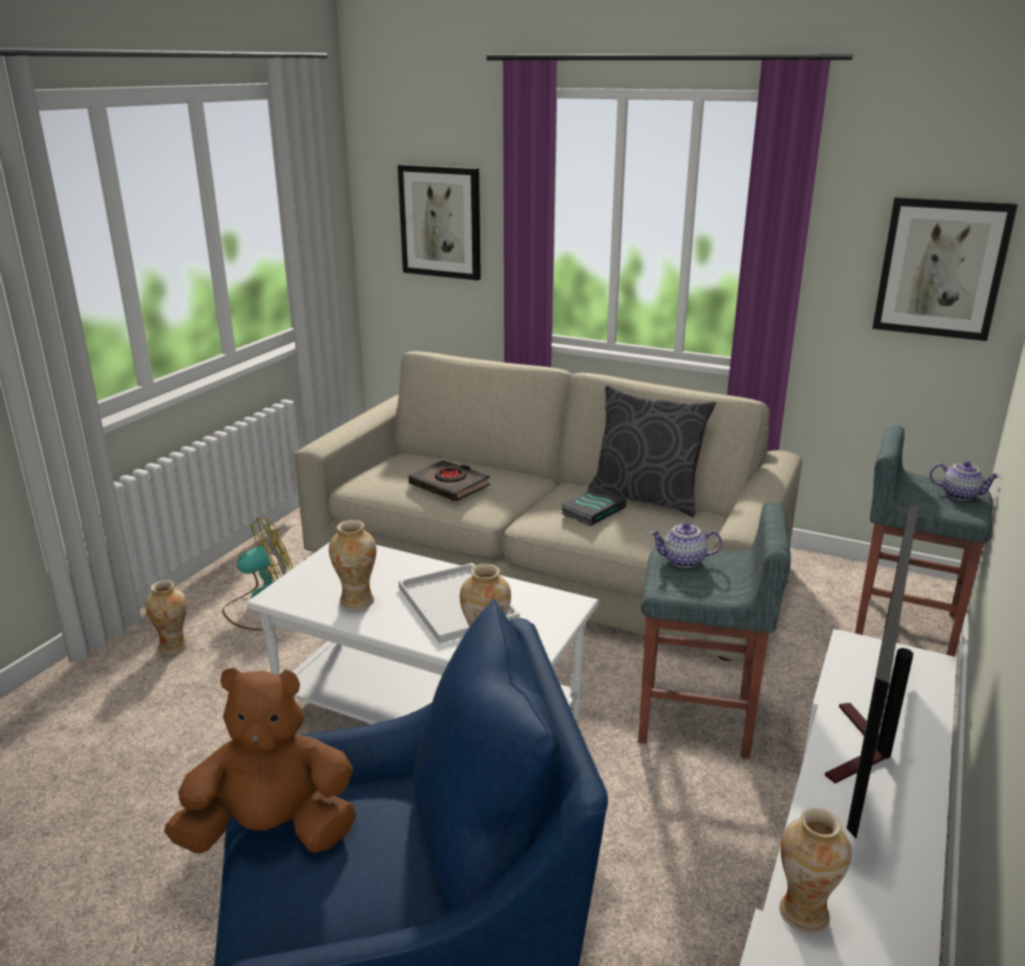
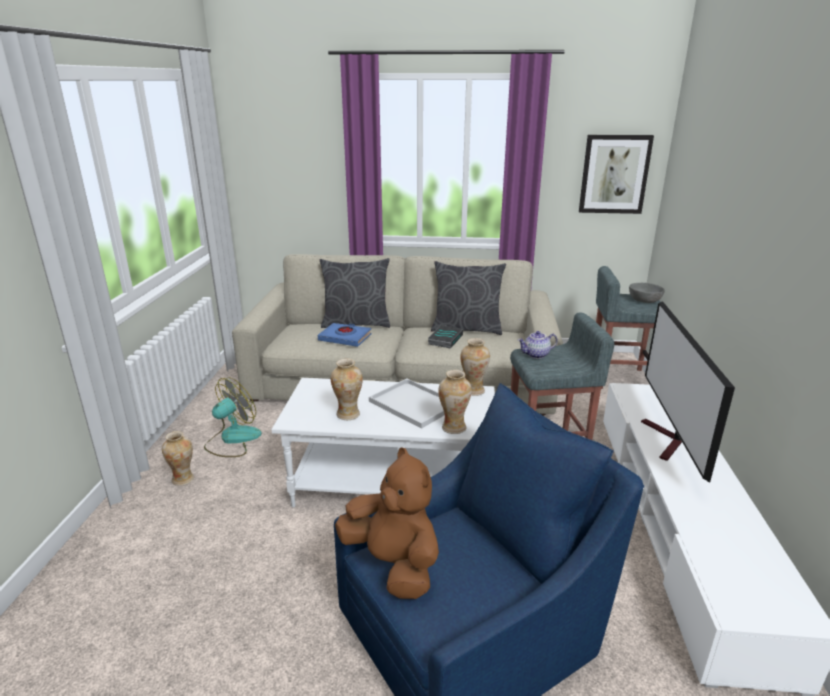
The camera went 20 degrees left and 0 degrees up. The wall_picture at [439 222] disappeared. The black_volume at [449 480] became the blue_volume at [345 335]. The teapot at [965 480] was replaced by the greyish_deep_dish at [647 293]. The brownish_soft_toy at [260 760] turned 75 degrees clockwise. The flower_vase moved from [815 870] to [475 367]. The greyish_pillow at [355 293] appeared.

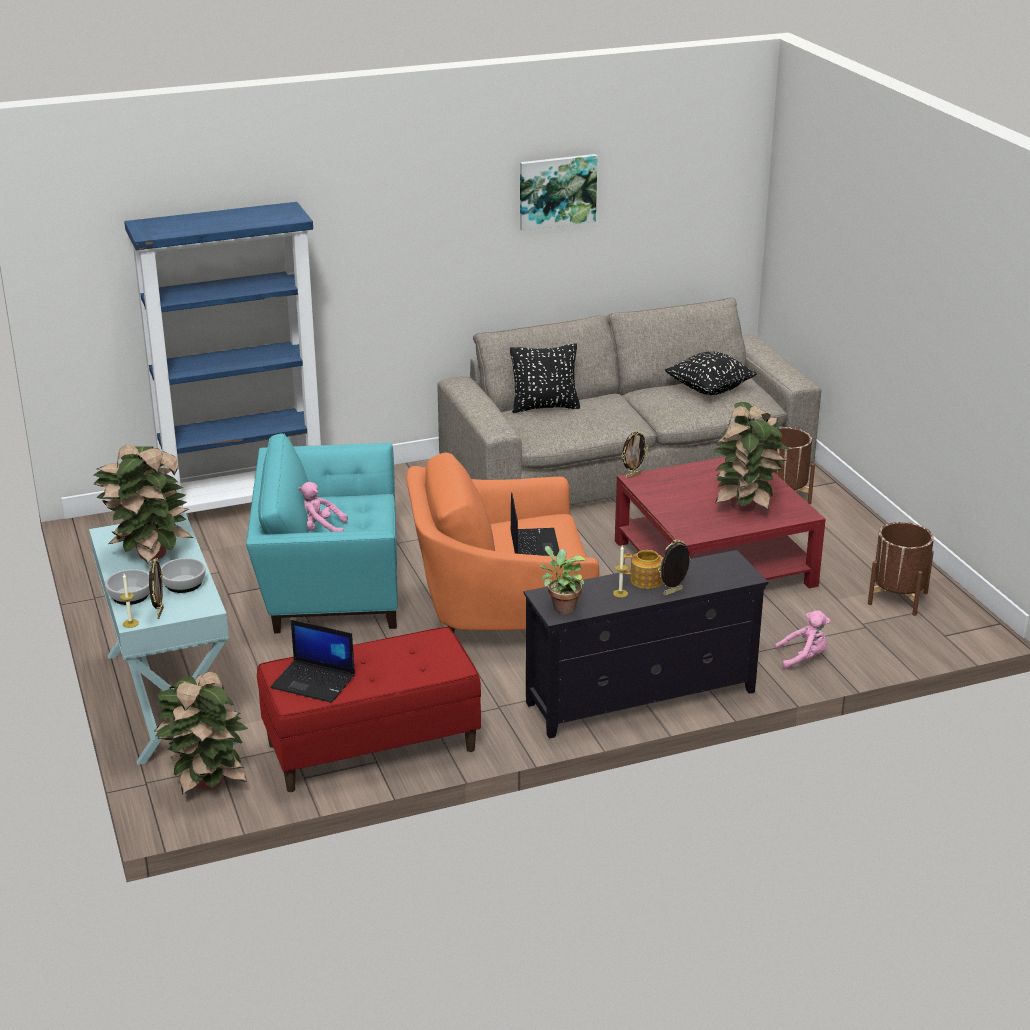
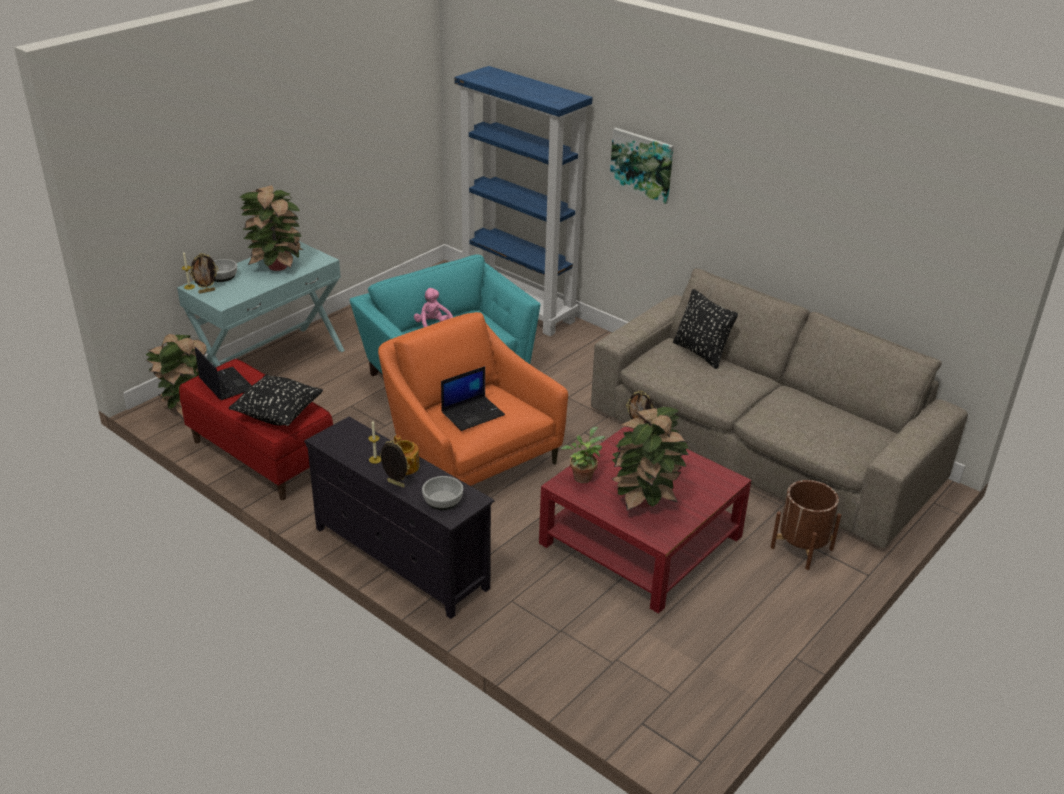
The camera went 60 degrees right and 5 degrees up. The wall_picture moved from [559 192] to [641 166]. The black_pillow moved from [711 373] to [276 400]. The brownish_planter at [901 569] disappeared. The plant_in_a_pot moved from [563 580] to [583 455]. The deep_dish moved from [183 575] to [442 493]. The pink_soft_toy at [802 640] disappeared. The laptop at [312 661] turned 150 degrees clockwise.

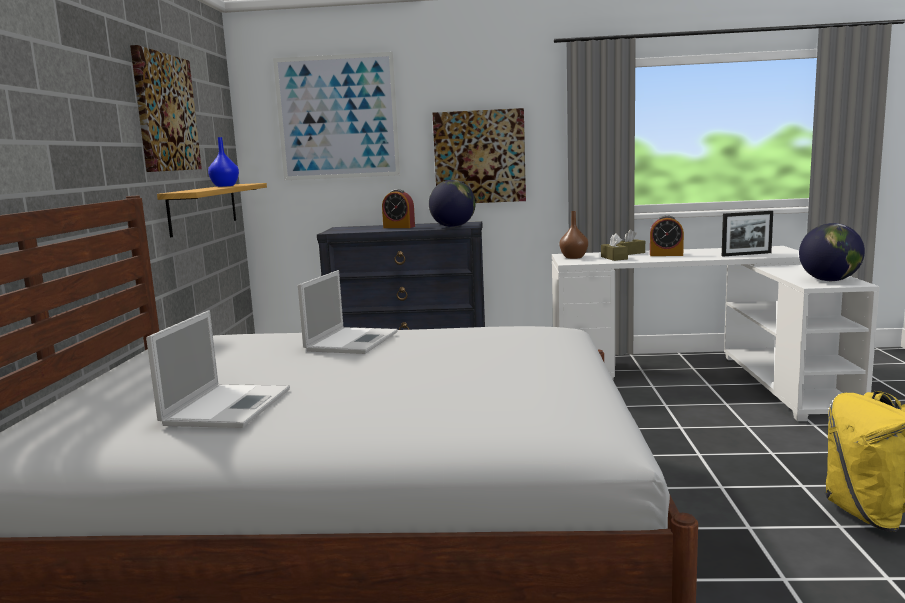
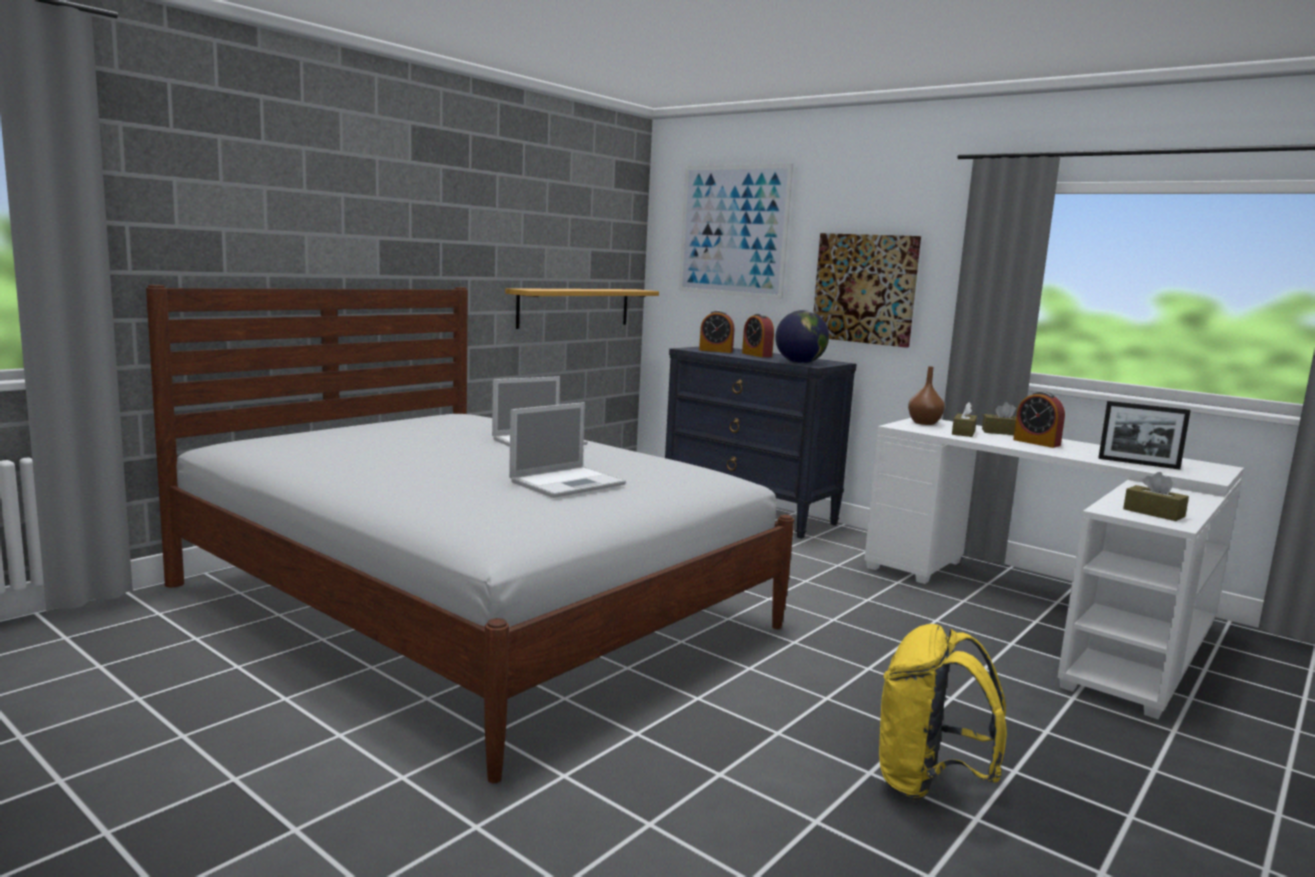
The camera went 35 degrees right and 0 degrees up. The wall_picture at [166 108] disappeared. The blue_flower_vase at [223 162] disappeared. The world_globe at [832 252] was replaced by the brownish_tissue_holder at [1156 496]. The laptop moved from [218 369] to [567 450]. The alarm_clock at [716 331] appeared.

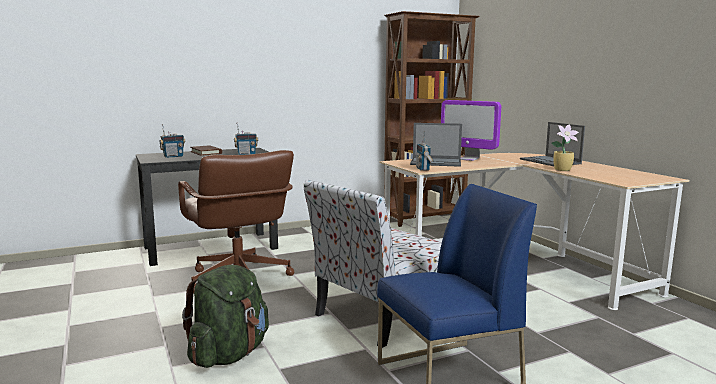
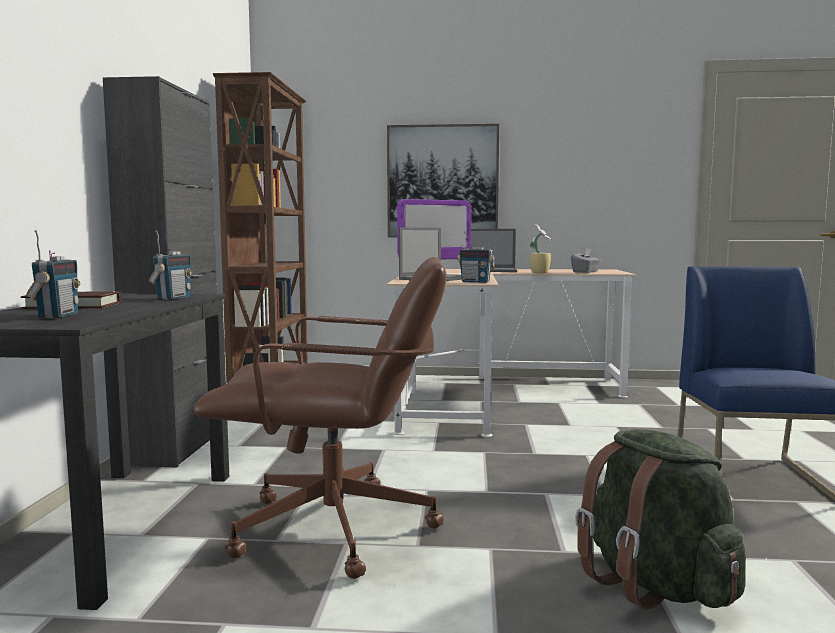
The camera went 60 degrees left and 5 degrees down. The upright_chair at [372 264] disappeared. The black_storage_cabinet at [160 271] appeared. The wall_picture at [443 181] appeared. The greyish_tissue_holder at [586 260] appeared.

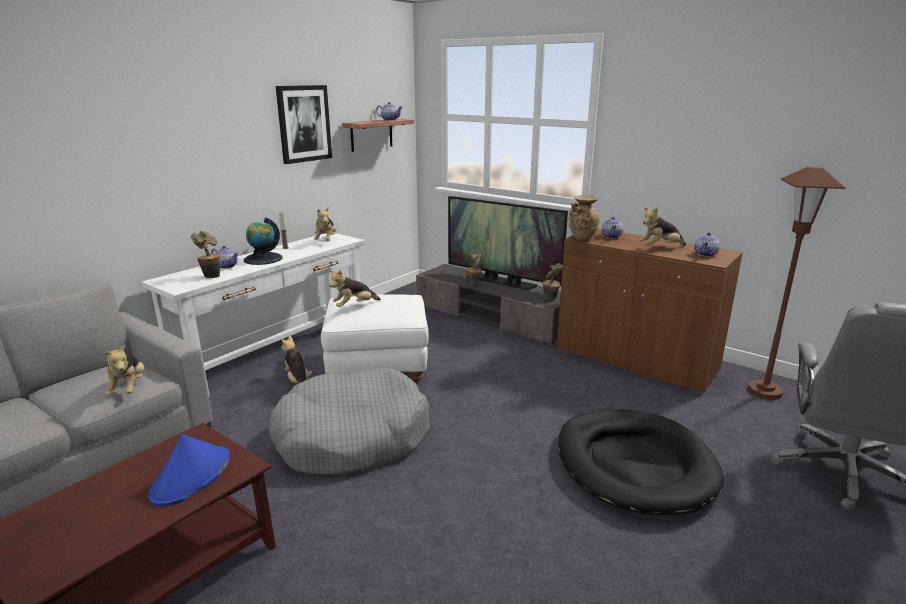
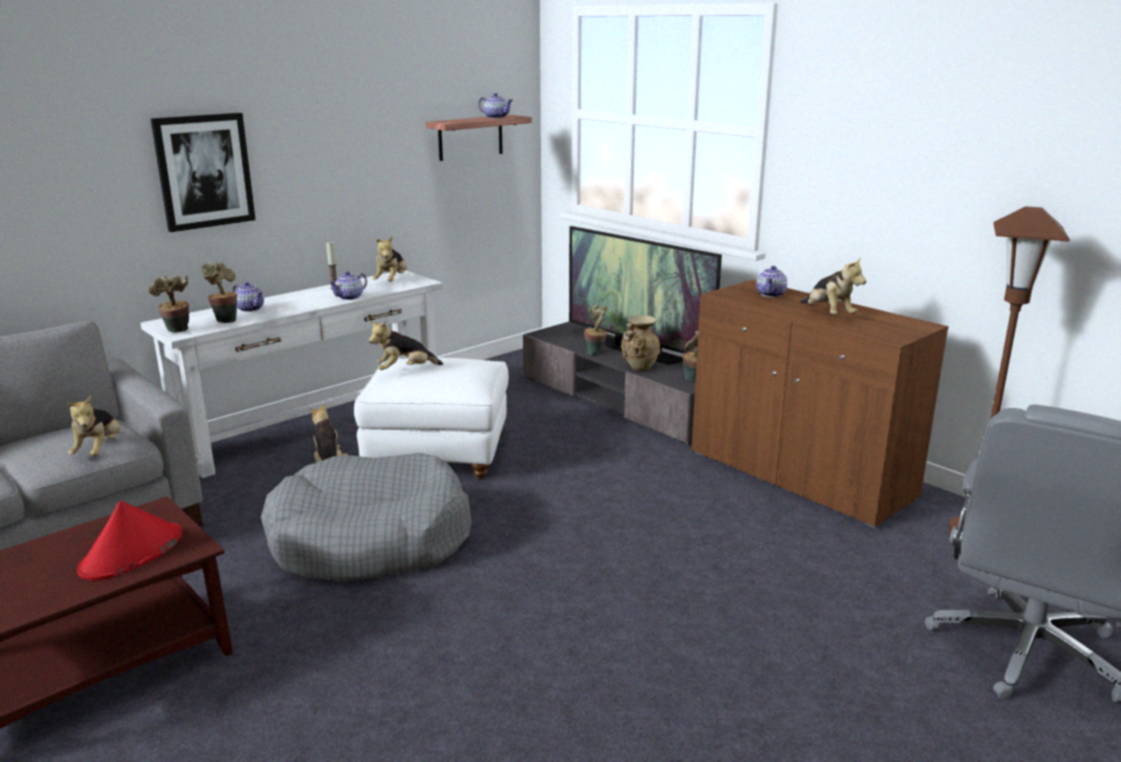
The camera went 10 degrees right and 0 degrees up. The wall_picture moved from [304 124] to [203 172]. The beige_flower_vase moved from [583 218] to [640 343]. The soft_toy at [662 226] turned 105 degrees counterclockwise. The world_globe at [263 241] disappeared. The teapot moved from [707 244] to [348 285]. The black_pet_bed at [641 462] disappeared. The blue_wearable_hat at [189 470] became the reddish_wearable_hat at [129 540]. The plant_in_a_pot at [168 304] appeared.

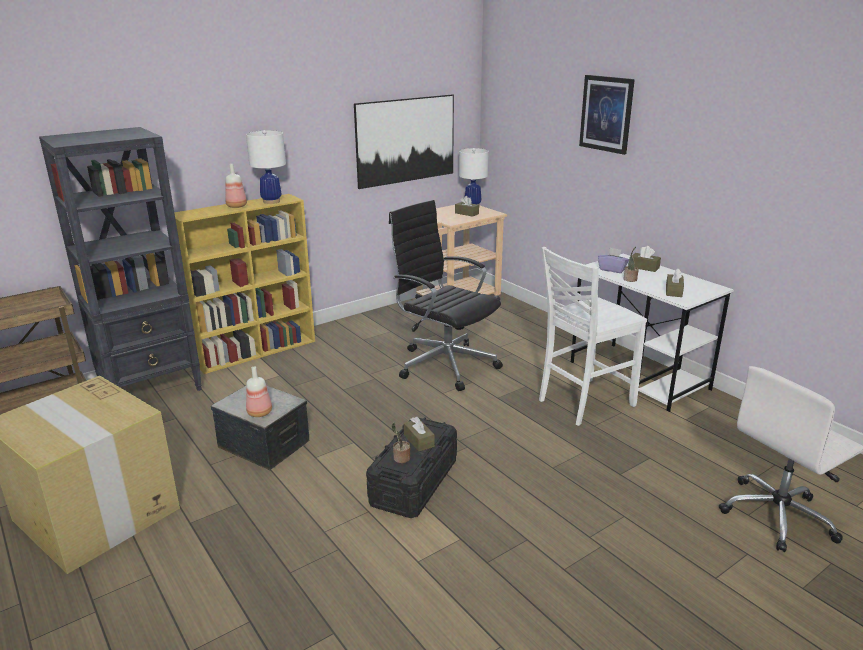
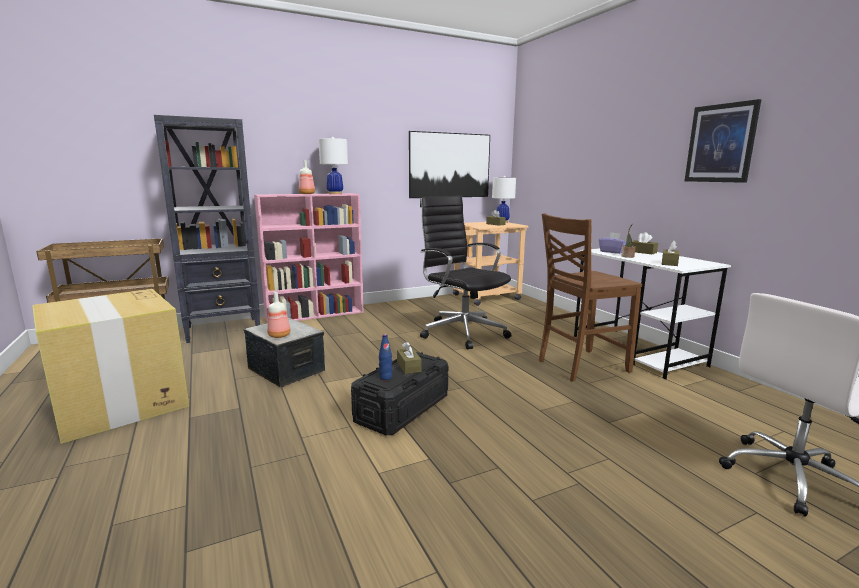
The camera went 10 degrees right and 10 degrees down. The wall_picture moved from [607 115] to [723 141]. The yellowish_shelving_unit at [244 284] became the pink_shelving_unit at [309 258]. The whitish_upright_chair at [593 336] became the brownish_upright_chair at [590 297]. The plant_in_a_pot at [401 442] was replaced by the blue_beverage_bottle at [385 357].

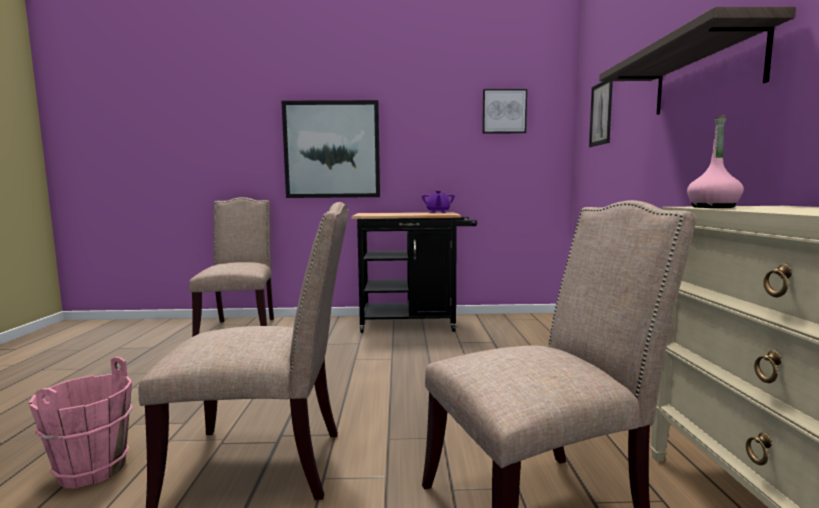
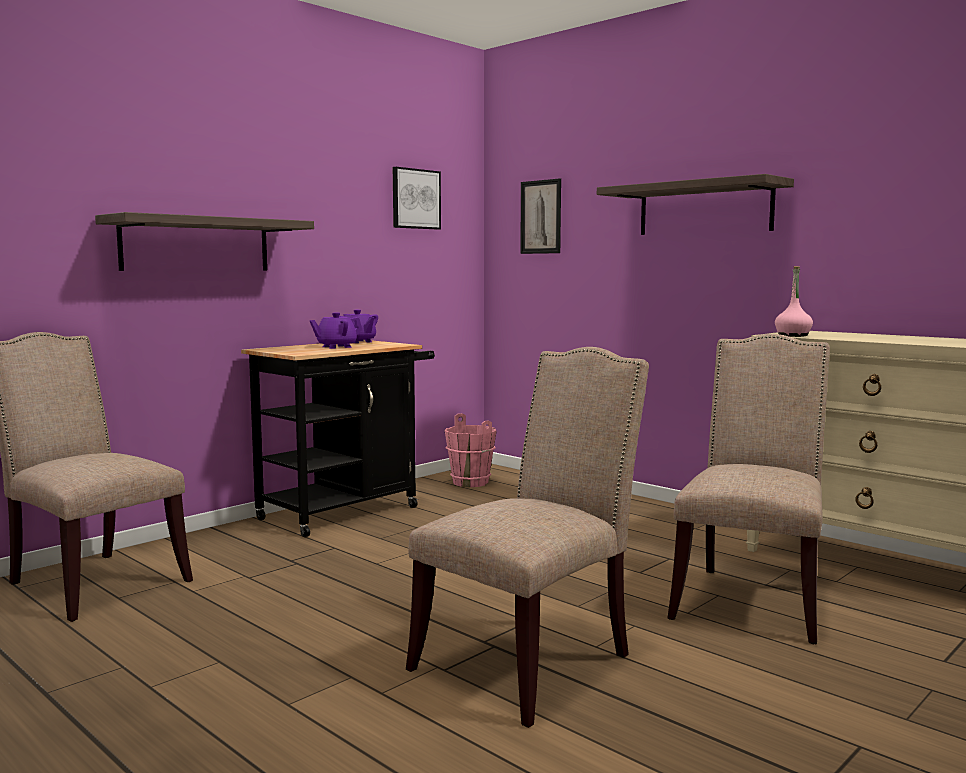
The camera went 45 degrees left and 0 degrees up. The wall_picture at [331 149] was replaced by the wall_shelf at [204 241]. The pink_pail moved from [81 423] to [471 450]. The purplish_teapot at [335 331] appeared.

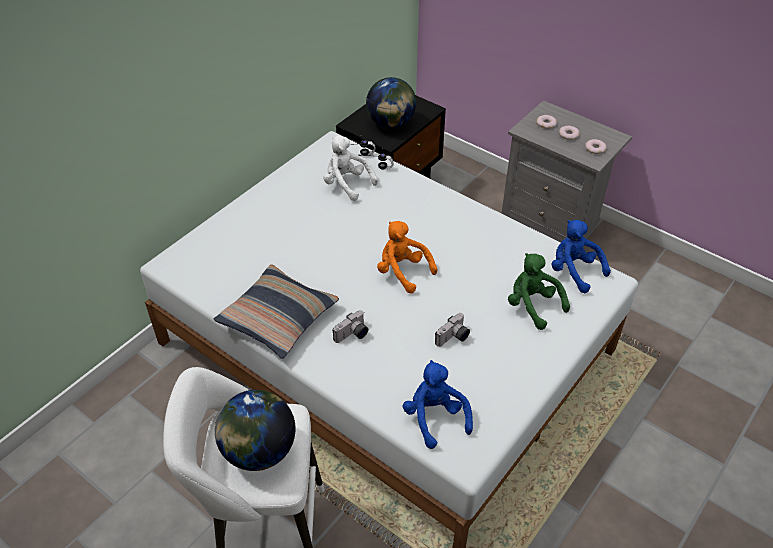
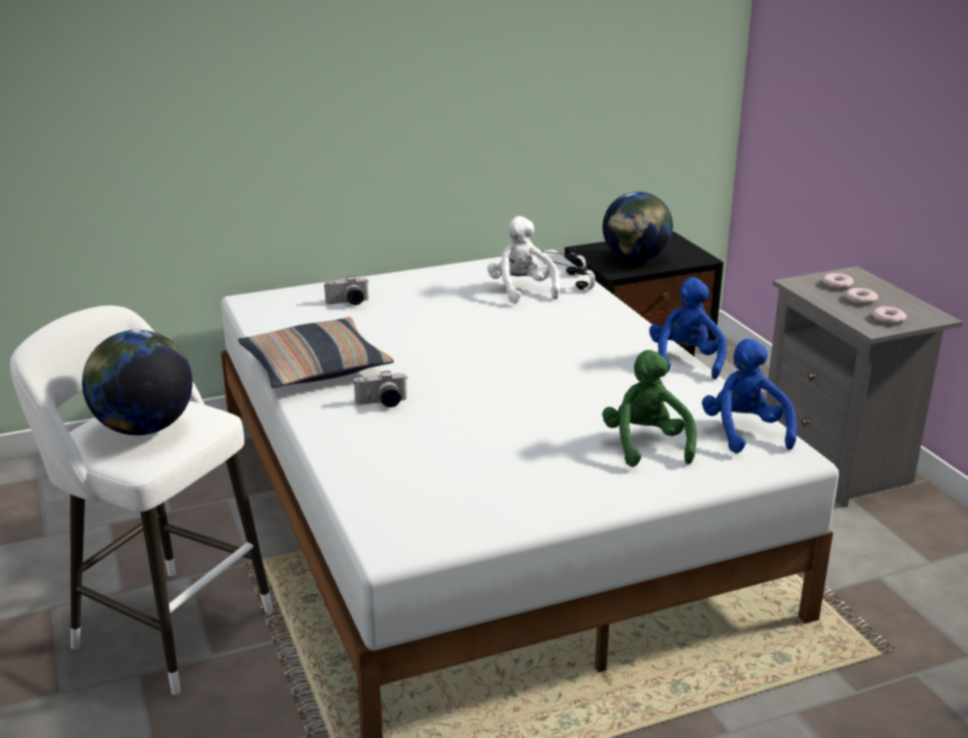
The camera went 30 degrees right and 20 degrees down. The orange-coloured_soft_toy at [407 257] disappeared. The photo_camera moved from [452 330] to [346 290]. The blue_soft_toy moved from [437 404] to [688 328].

